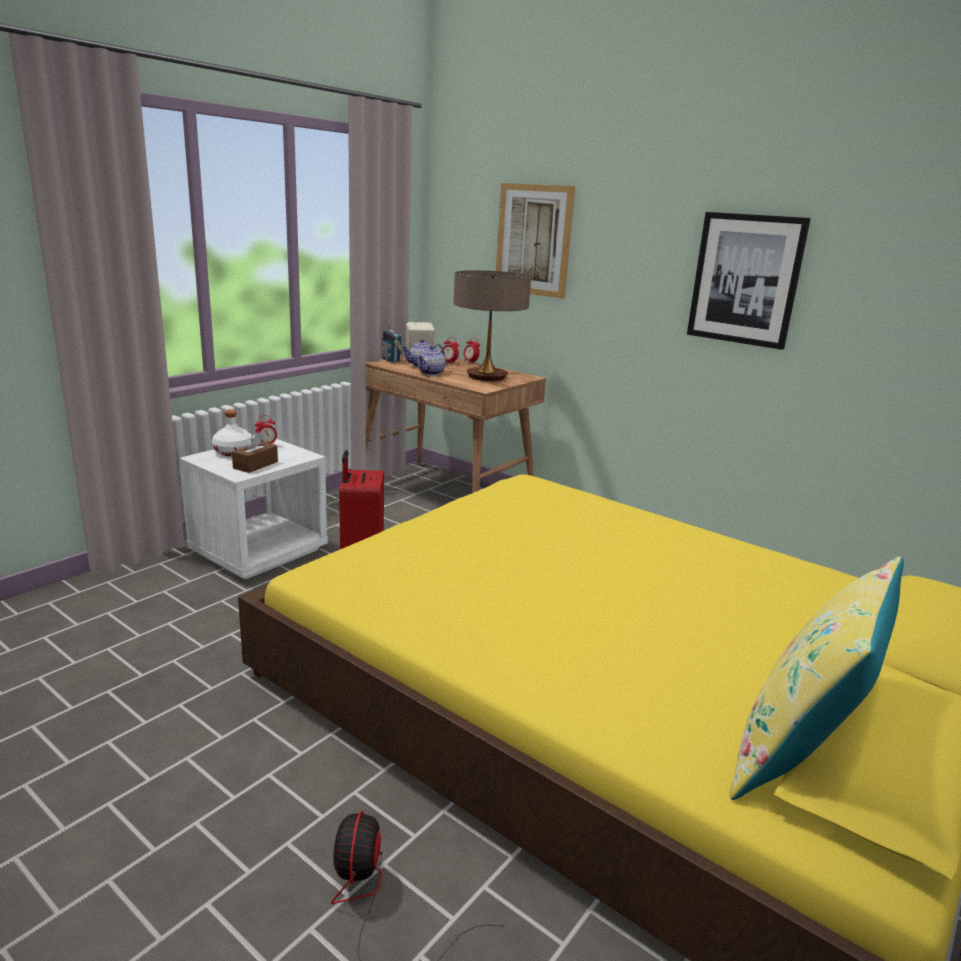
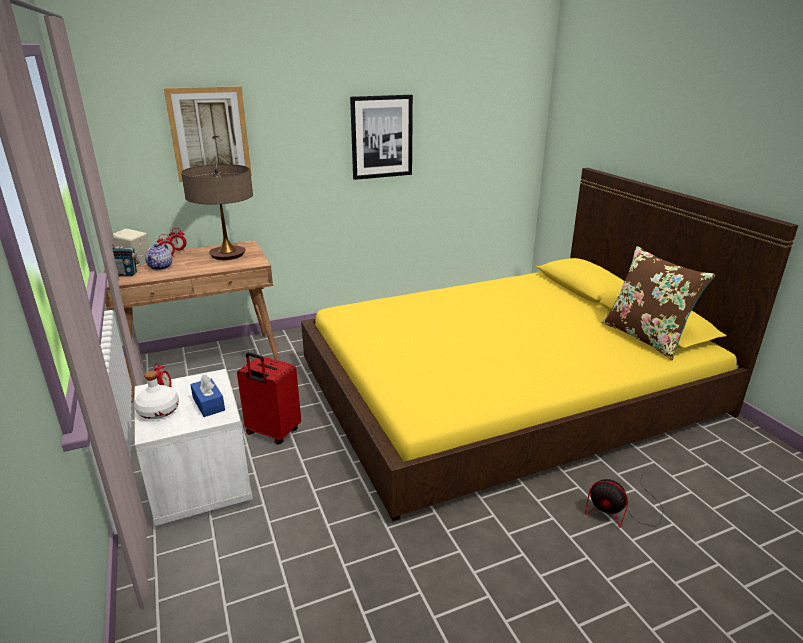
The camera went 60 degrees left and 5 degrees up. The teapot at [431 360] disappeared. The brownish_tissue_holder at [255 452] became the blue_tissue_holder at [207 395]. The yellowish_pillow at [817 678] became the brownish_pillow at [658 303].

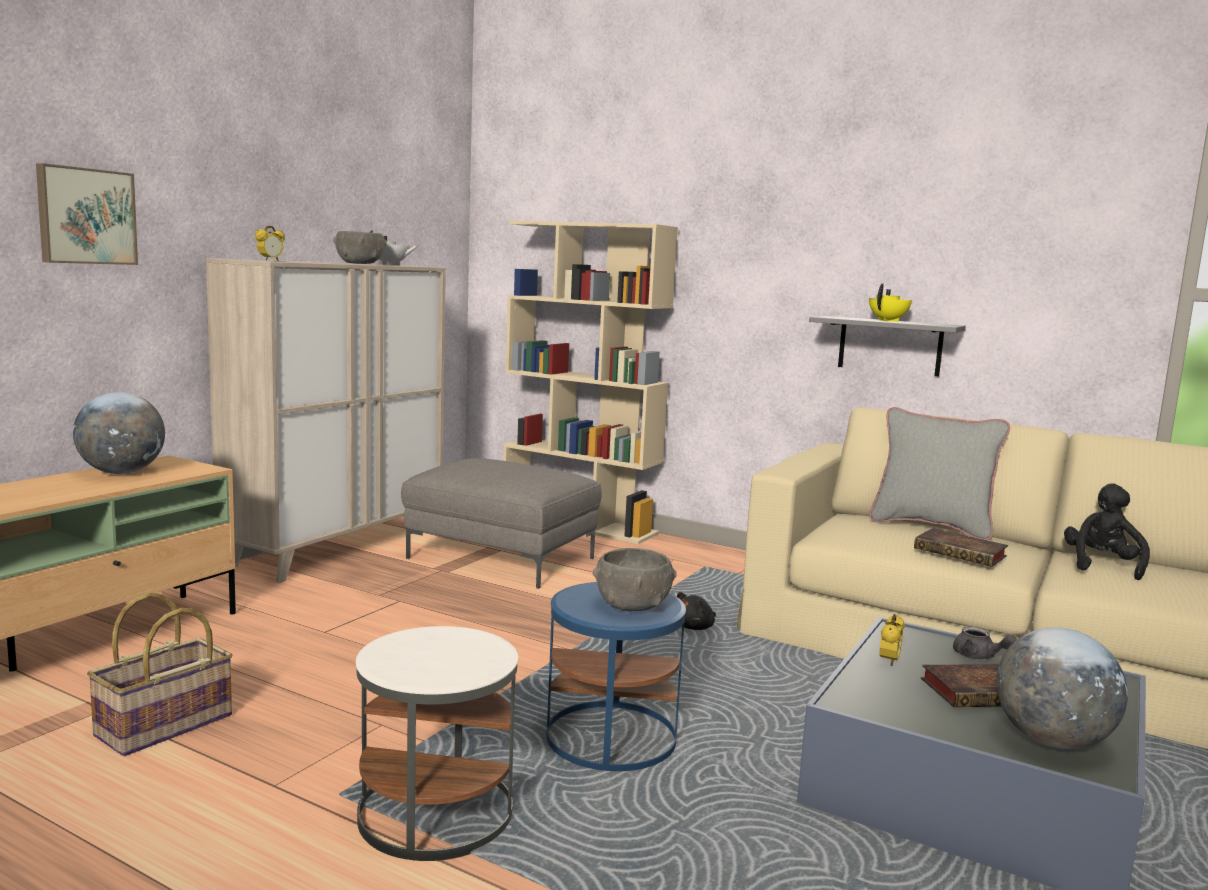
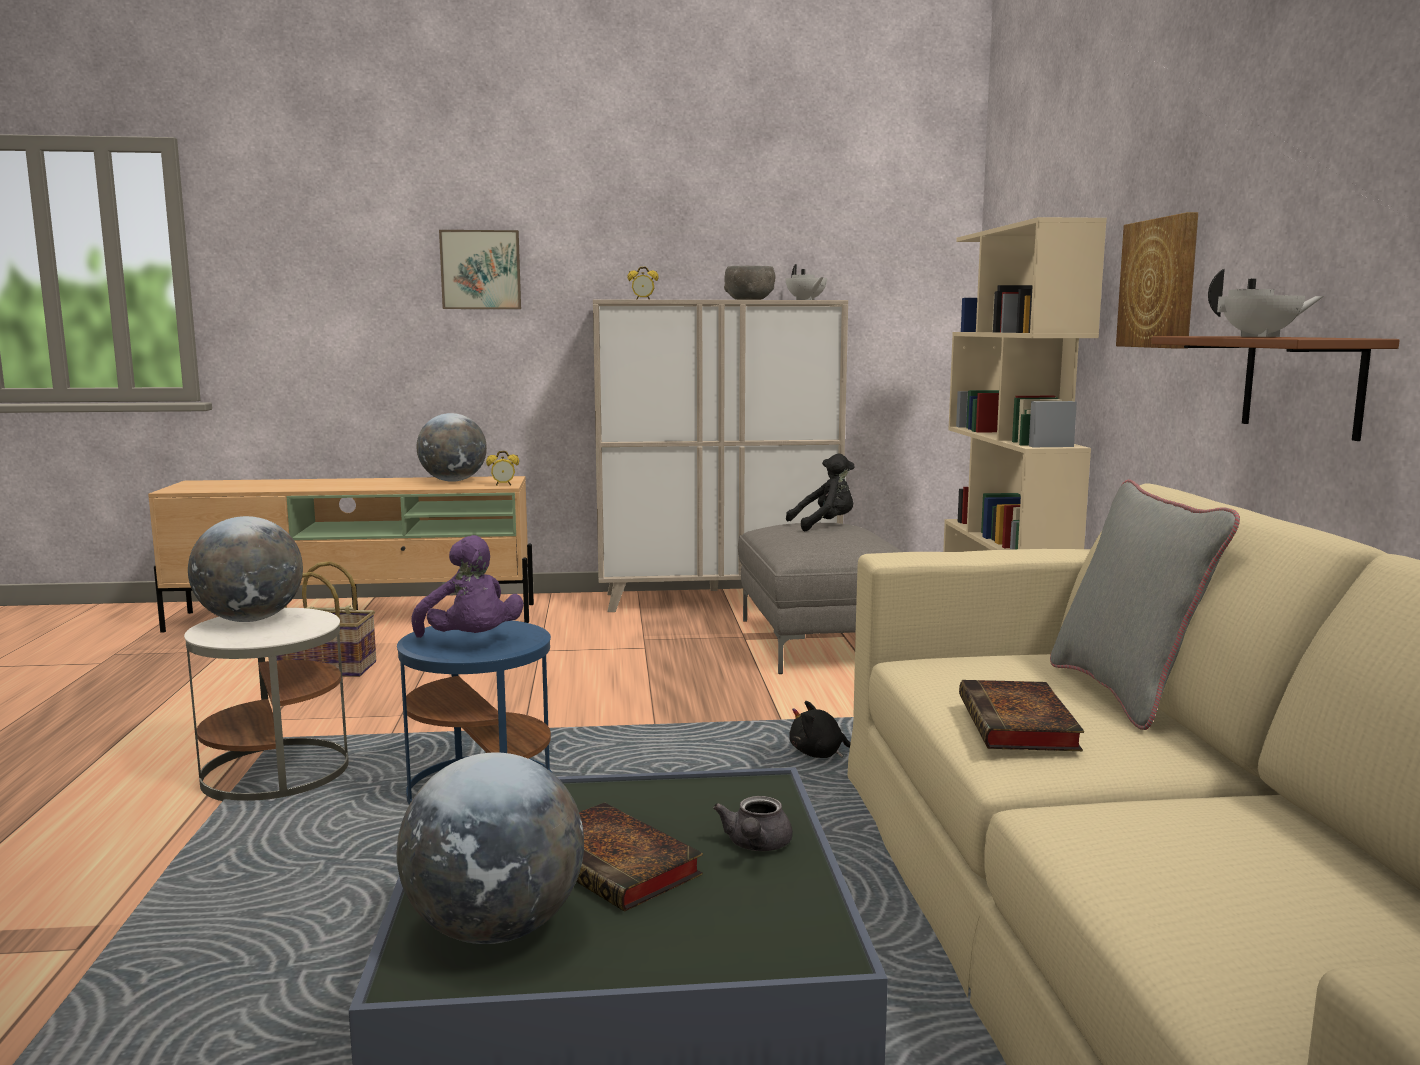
The camera went 55 degrees right and 0 degrees up. The yellowish_teapot at [890 303] became the whitish_teapot at [1266 303]. The greyish_wall_shelf at [887 346] became the brownish_wall_shelf at [1275 388]. The black_soft_toy moved from [1107 531] to [820 493]. The greyish_deep_dish at [635 579] was replaced by the purplish_soft_toy at [468 586]. The alarm_clock moved from [892 640] to [502 468]. The wall_picture at [1157 280] appeared. The world_globe at [245 569] appeared.

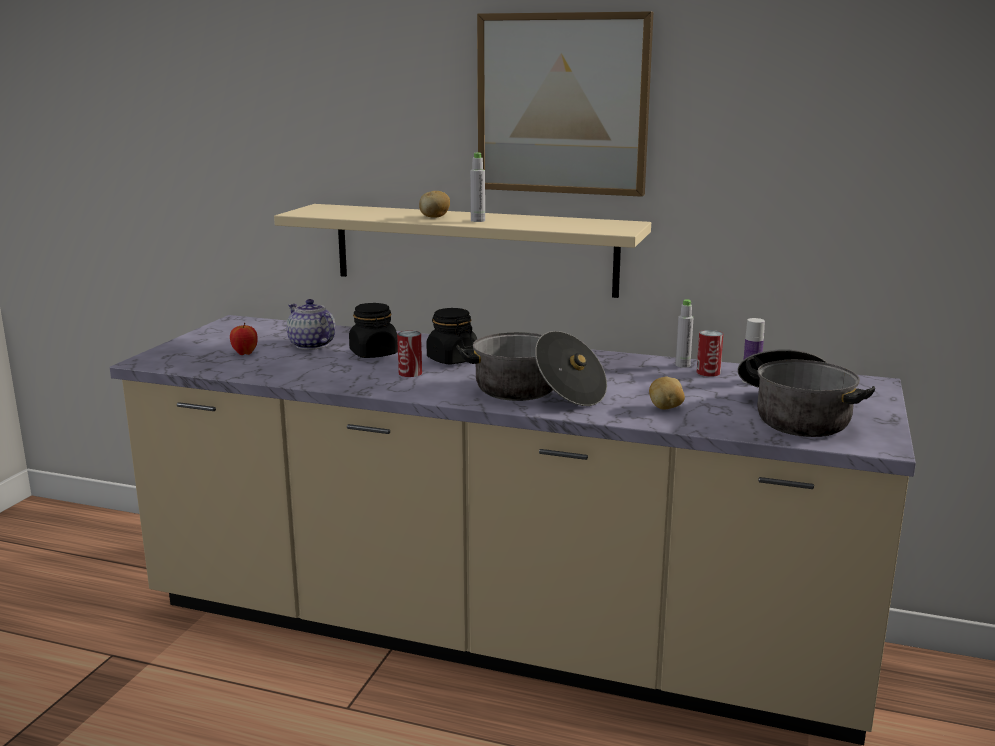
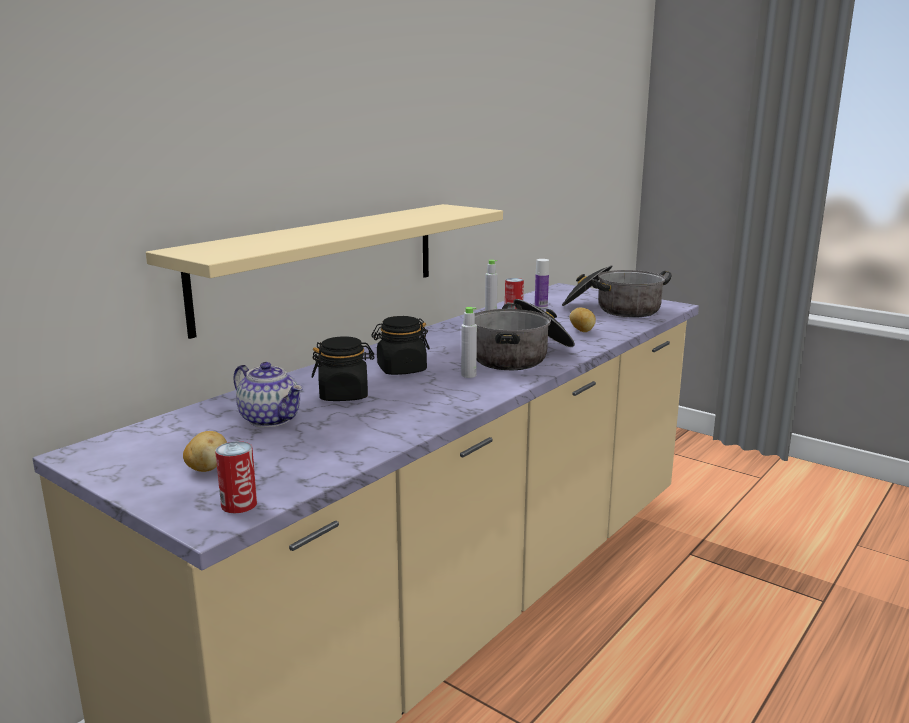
The camera went 70 degrees left and 0 degrees up. The wall_picture at [565 104] disappeared. The greyish_beverage_bottle moved from [477 187] to [469 342]. The potato moved from [434 204] to [205 451]. The teapot at [311 324] turned 120 degrees counterclockwise. The apple at [244 338] disappeared. The sealed_can moved from [409 353] to [236 477].

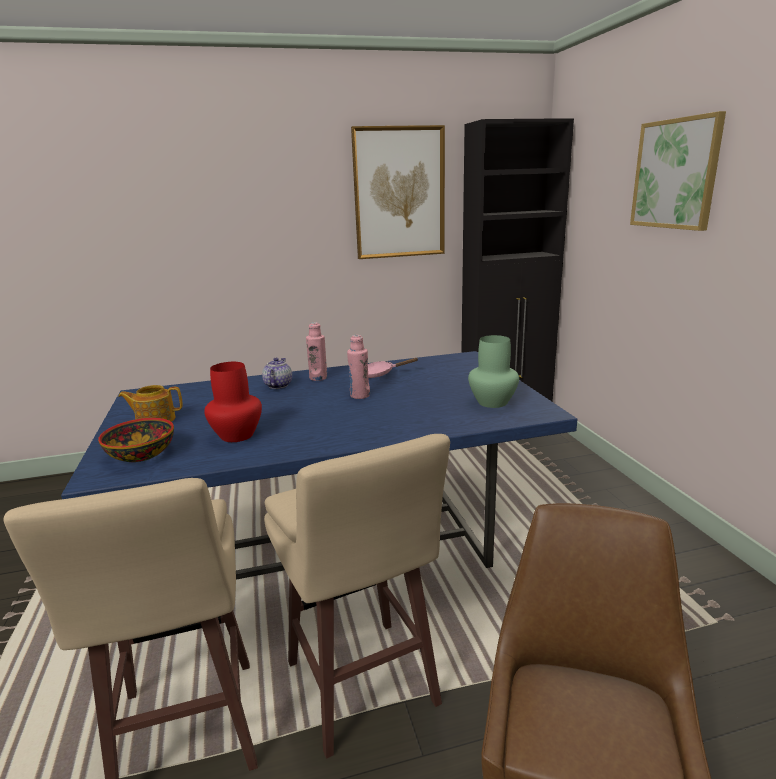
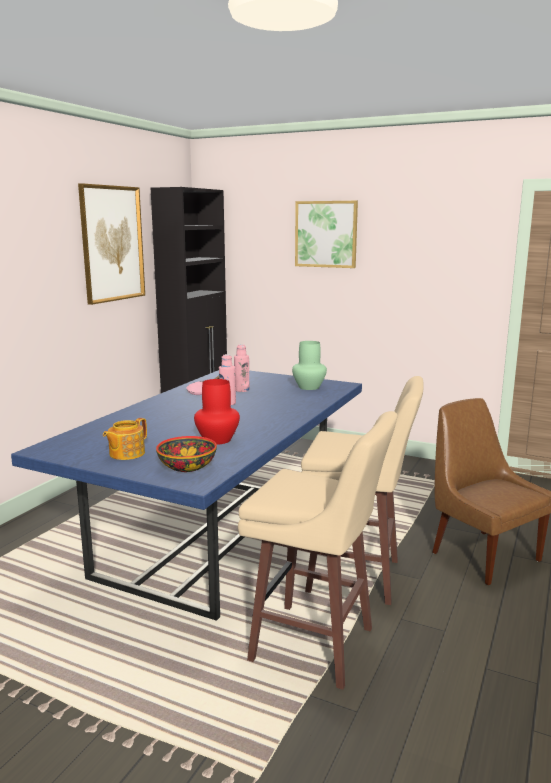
The camera went 50 degrees left and 5 degrees down. The pink_beverage_bottle moved from [316 351] to [241 368]. The teapot at [277 373] disappeared.

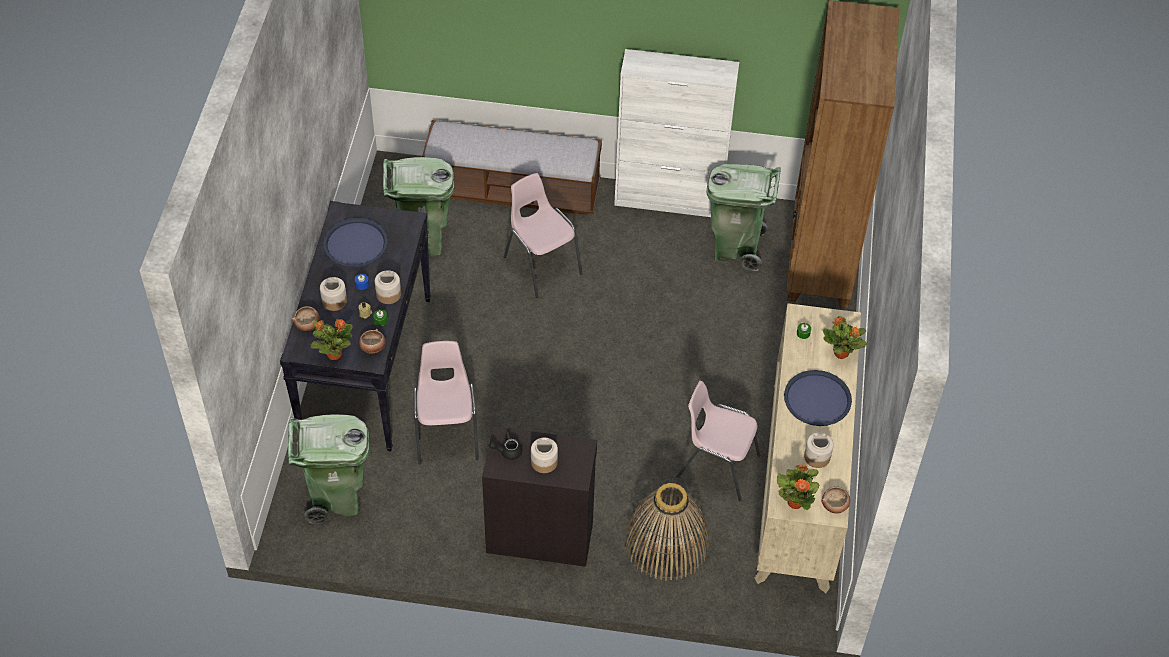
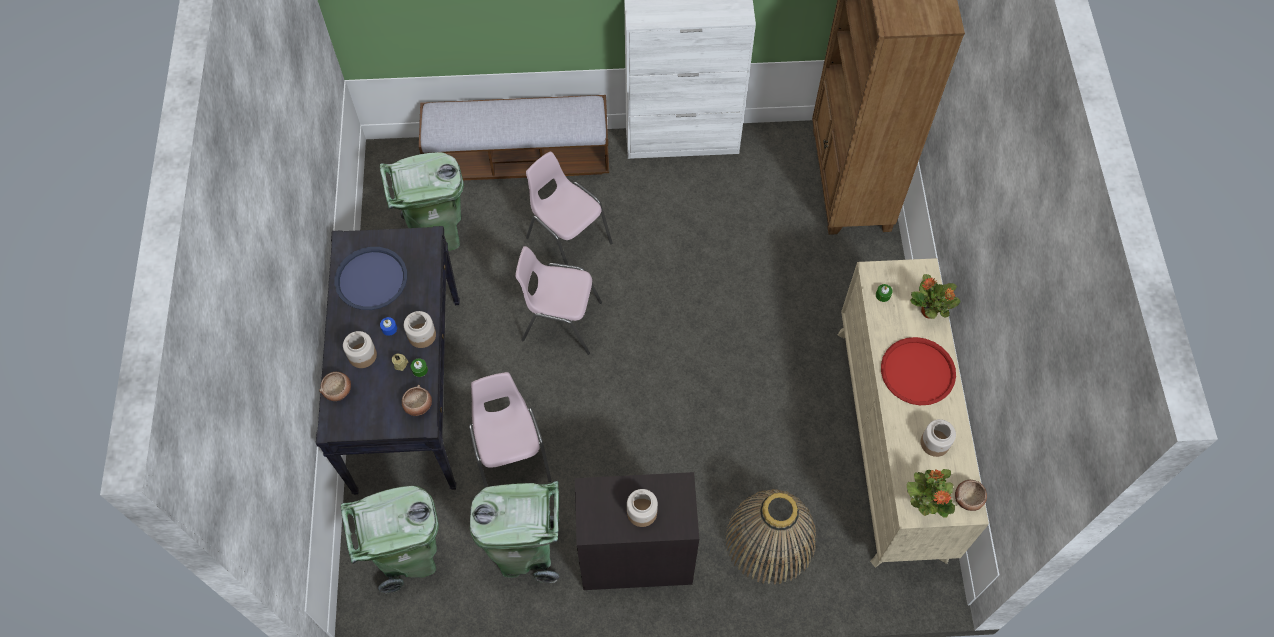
The camera went 10 degrees left and 10 degrees up. The green-coloured_waste_bin moved from [743 217] to [515 532]. The plant_in_a_pot at [331 339] disappeared. The blue_carrying_tray at [818 398] became the reddish_carrying_tray at [918 371]. The pink_upright_chair moved from [718 441] to [558 300]. The black_teapot at [505 446] disappeared.

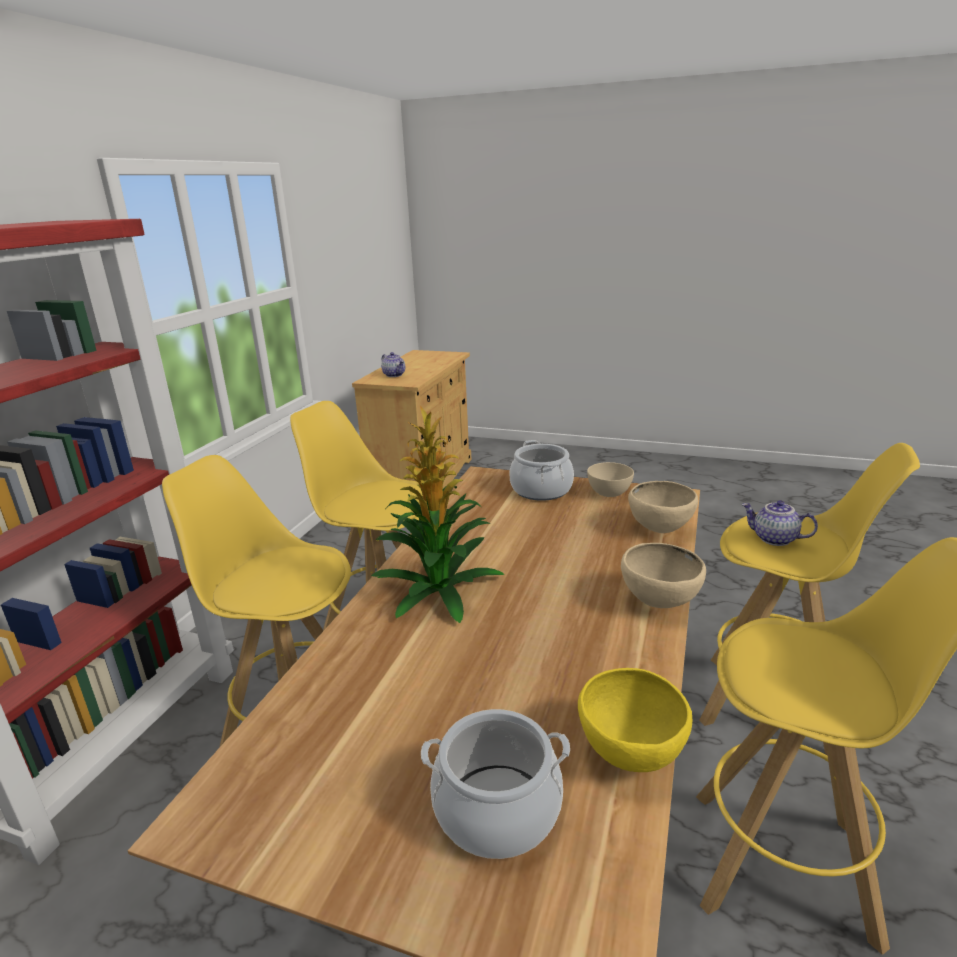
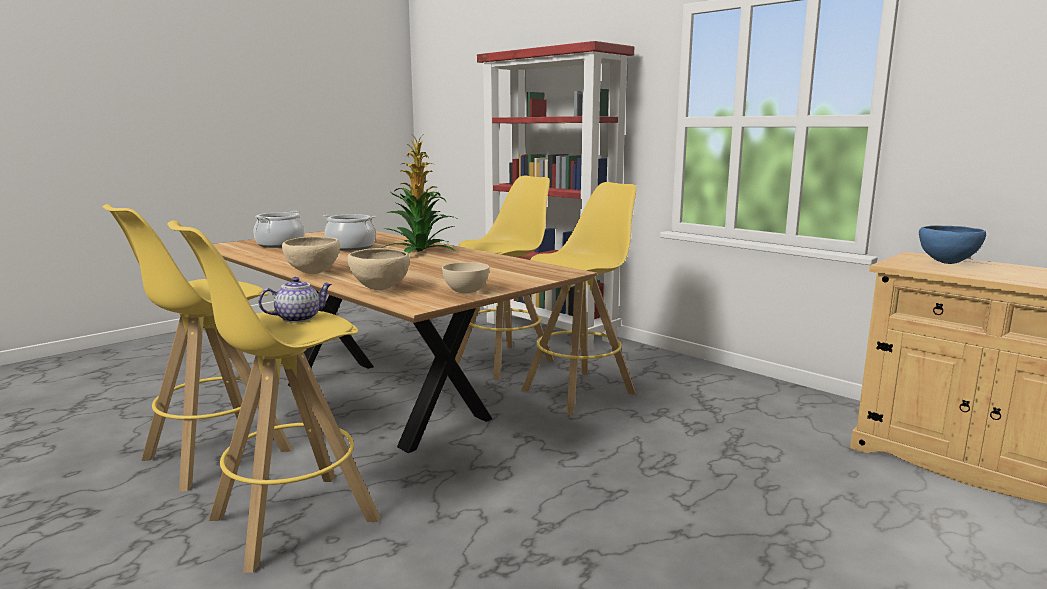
The camera went 115 degrees right and 10 degrees down. The teapot at [393 364] was replaced by the blue_deep_dish at [952 244]. The saucepot moved from [541 470] to [349 232]. The yellowish_deep_dish at [635 720] disappeared.

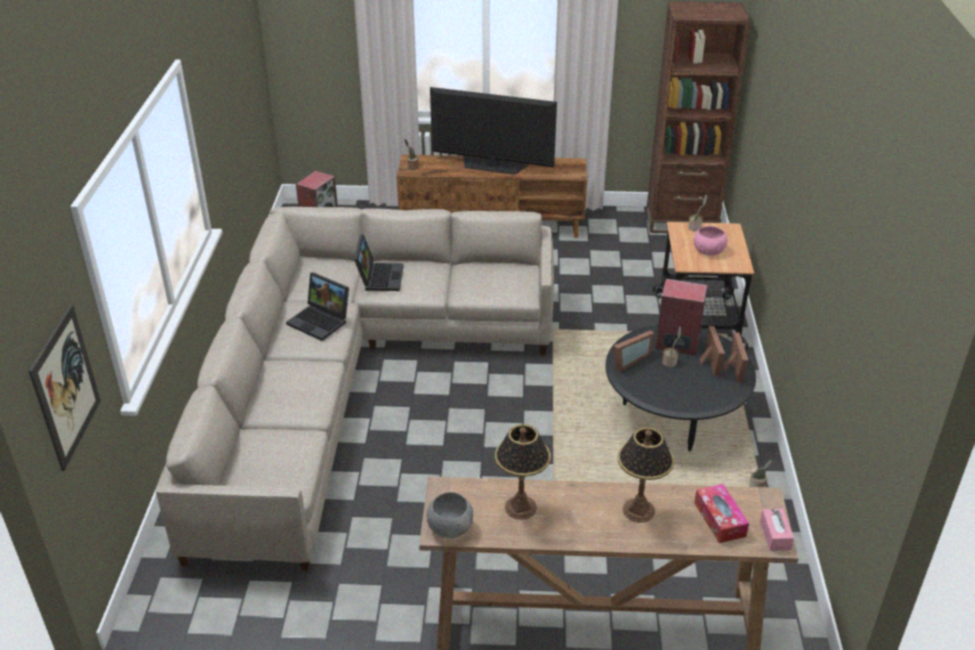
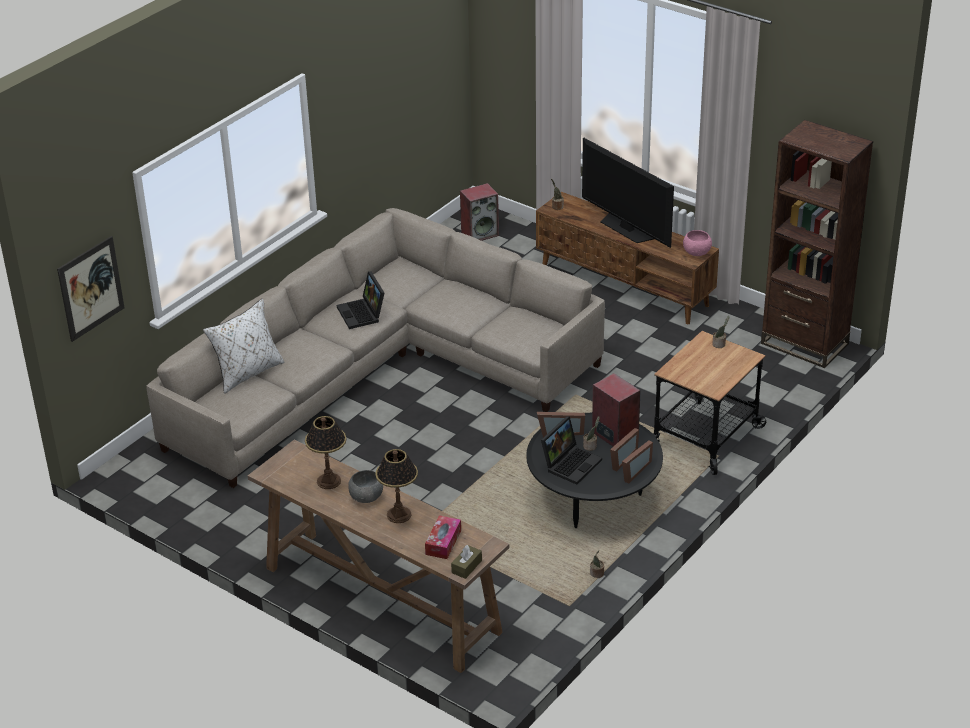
The camera went 35 degrees right and 0 degrees up. The pink_deep_dish moved from [710 241] to [697 243]. The laptop moved from [379 262] to [571 450]. The greyish_deep_dish moved from [449 515] to [365 486]. The pink_tissue_holder at [777 530] became the brownish_tissue_holder at [466 562]. The whitish_pillow at [244 345] appeared.

